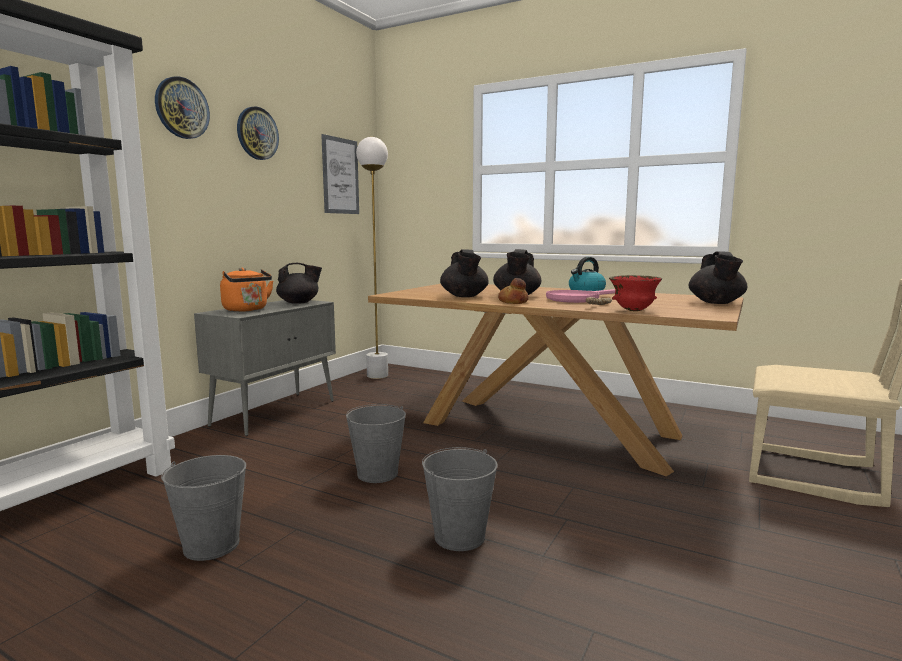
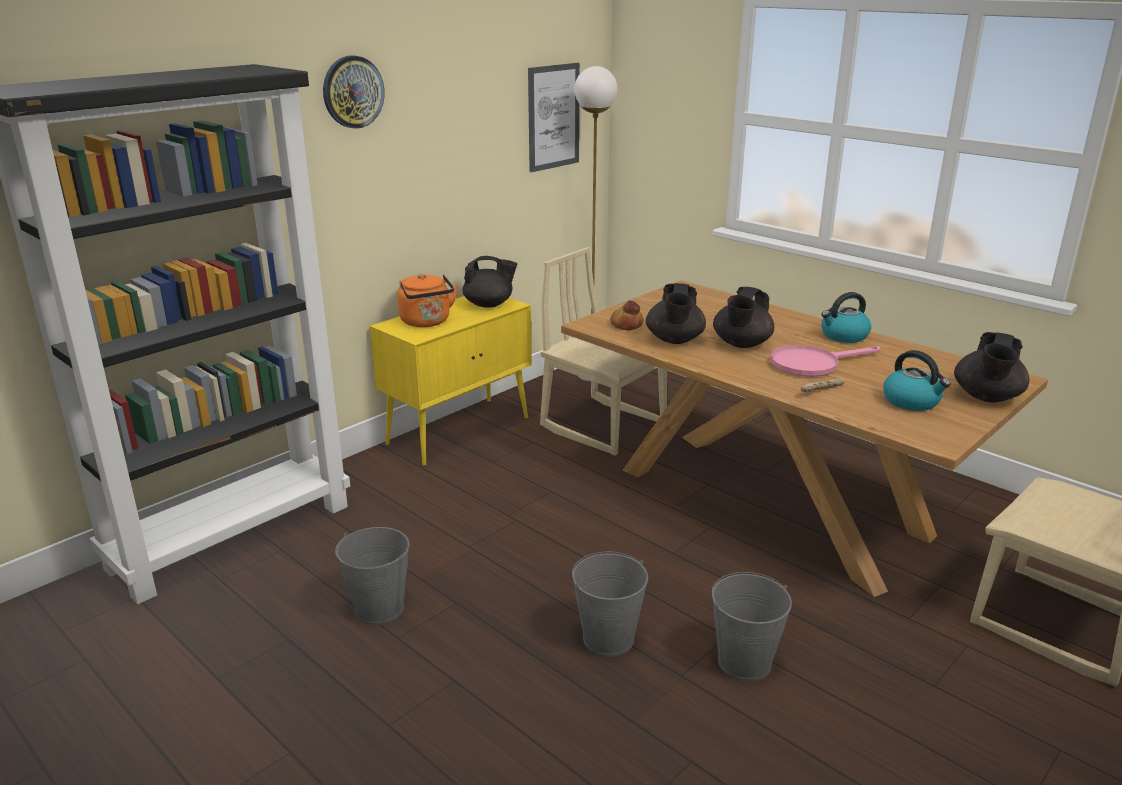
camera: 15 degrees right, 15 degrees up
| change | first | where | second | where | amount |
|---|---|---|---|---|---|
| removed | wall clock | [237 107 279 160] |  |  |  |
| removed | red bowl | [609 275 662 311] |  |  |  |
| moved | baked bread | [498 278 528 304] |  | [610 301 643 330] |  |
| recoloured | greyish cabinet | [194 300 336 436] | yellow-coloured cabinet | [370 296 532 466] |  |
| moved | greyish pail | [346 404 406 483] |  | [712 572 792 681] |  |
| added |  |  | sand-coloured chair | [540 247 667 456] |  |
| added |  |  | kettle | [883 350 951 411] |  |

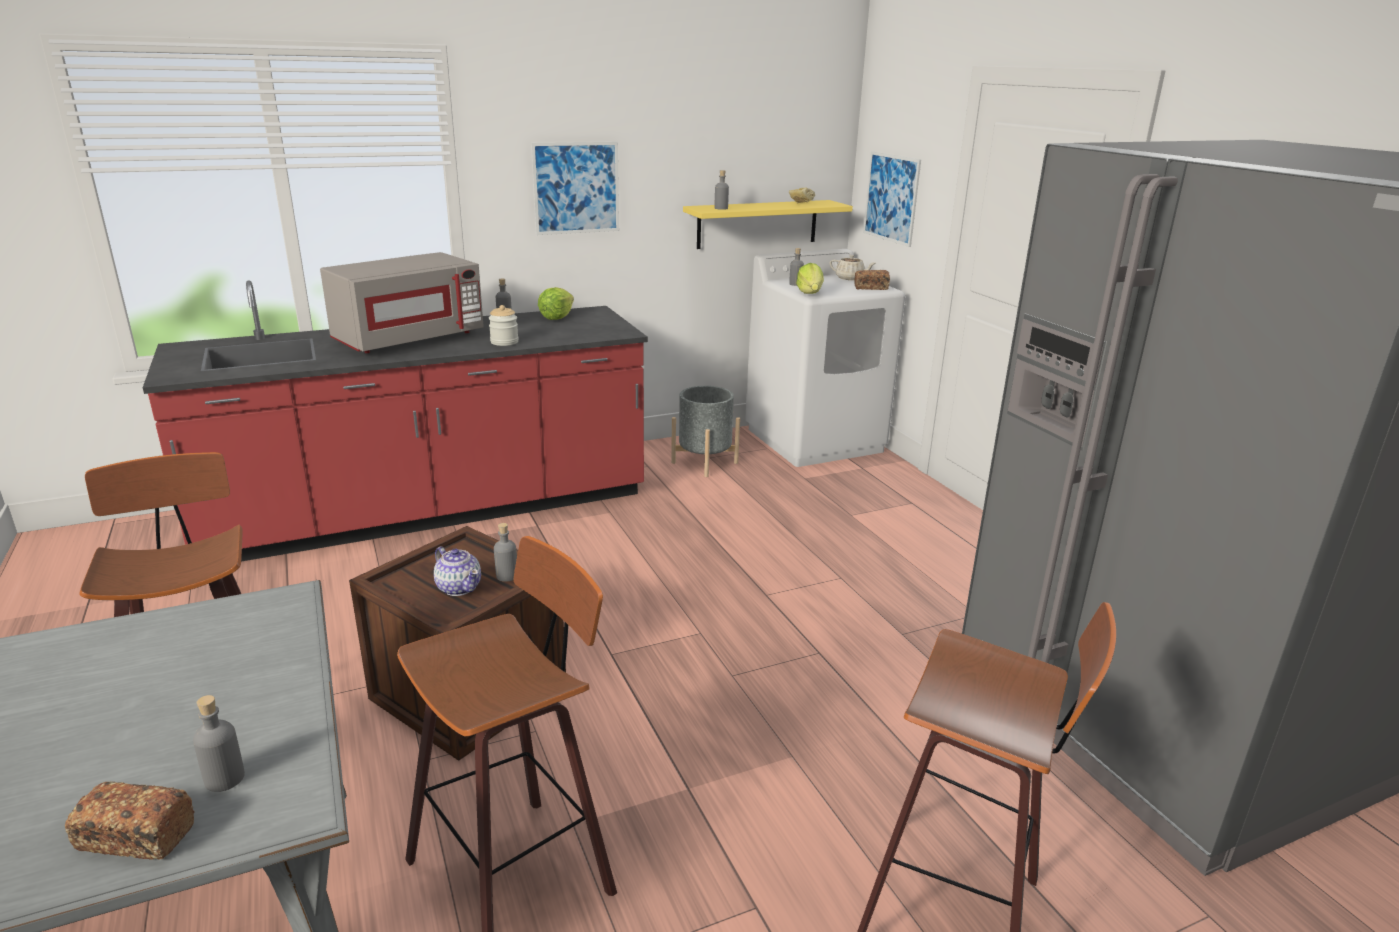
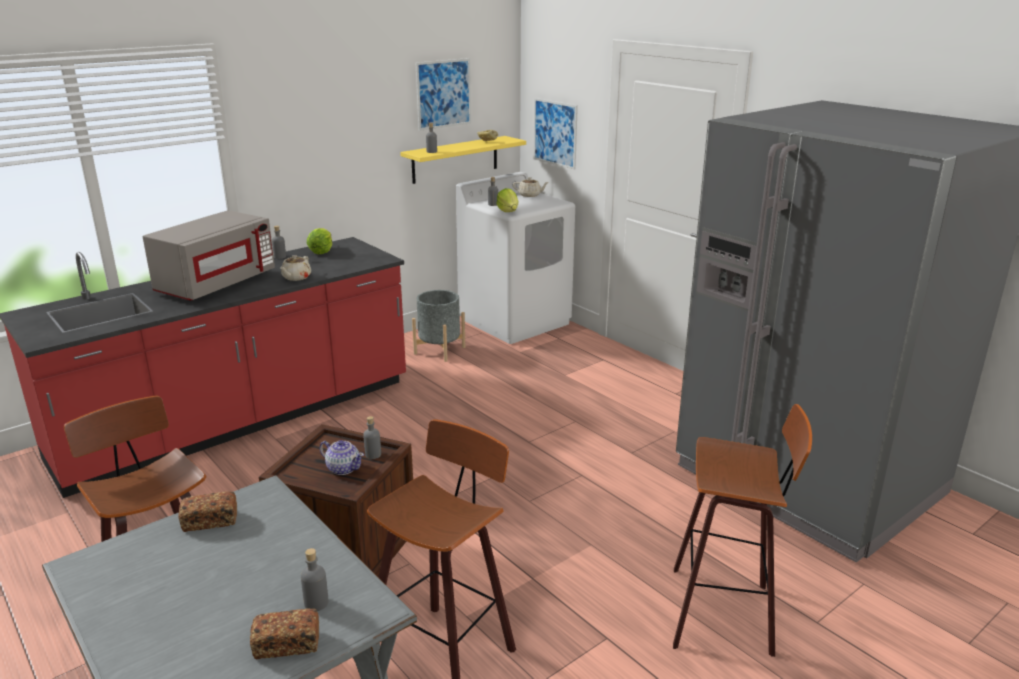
camera: 15 degrees left, 0 degrees up
| change | first | where | second | where | amount |
|---|---|---|---|---|---|
| moved | picture | [531 142 619 235] |  | [416 58 471 131] |  |
| moved | baked bread | [854 270 890 290] |  | [178 491 237 532] |  |
| replaced | storage jar | [489 305 519 346] | sand-coloured pot for tea | [281 255 311 281] |  |

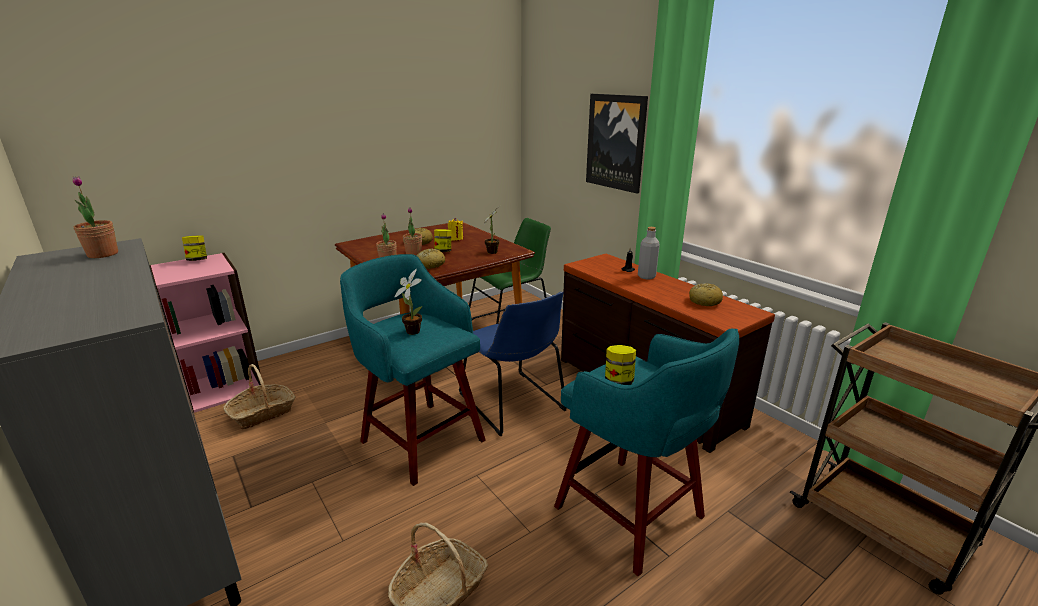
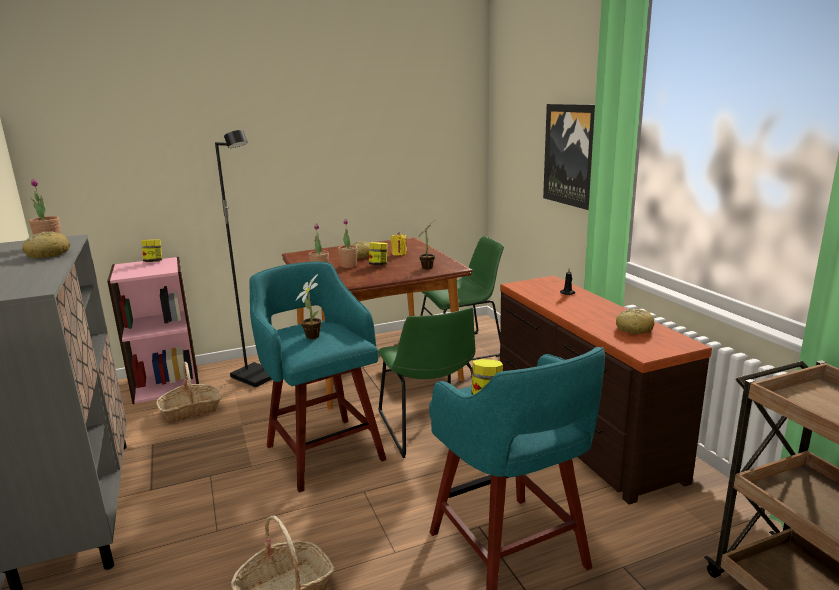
camera: 15 degrees right, 5 degrees down
| change | first | where | second | where | amount |
|---|---|---|---|---|---|
| removed | greyish drink bottle | [638 227 660 280] |  |  |  |
| moved | baked bread | [416 248 445 269] |  | [22 231 70 259] |  |
| recoloured | bluish chair | [459 291 567 437] | green chair | [378 307 476 458] |  |
| added |  |  | blackish floor lamp | [215 130 272 388] |  |

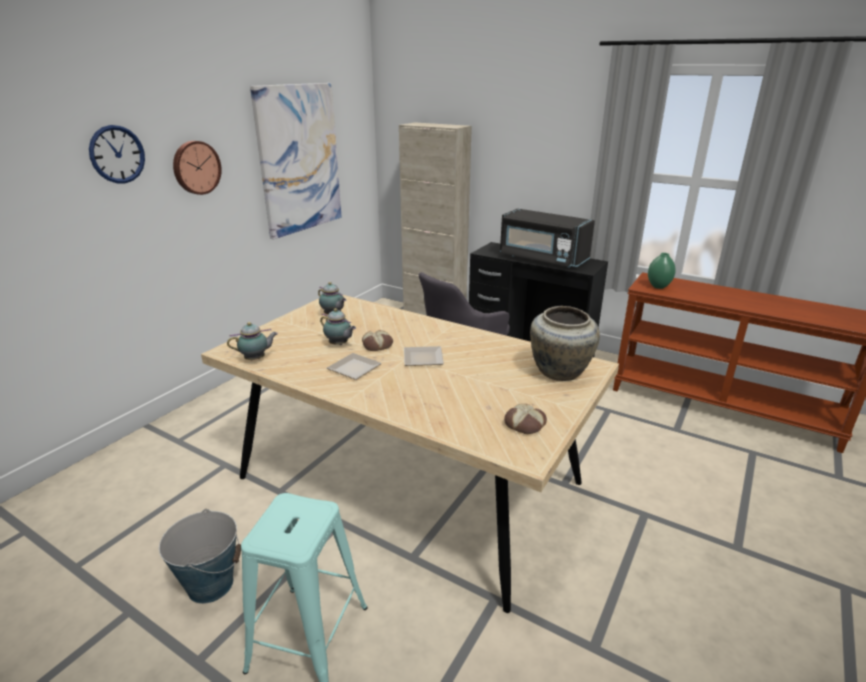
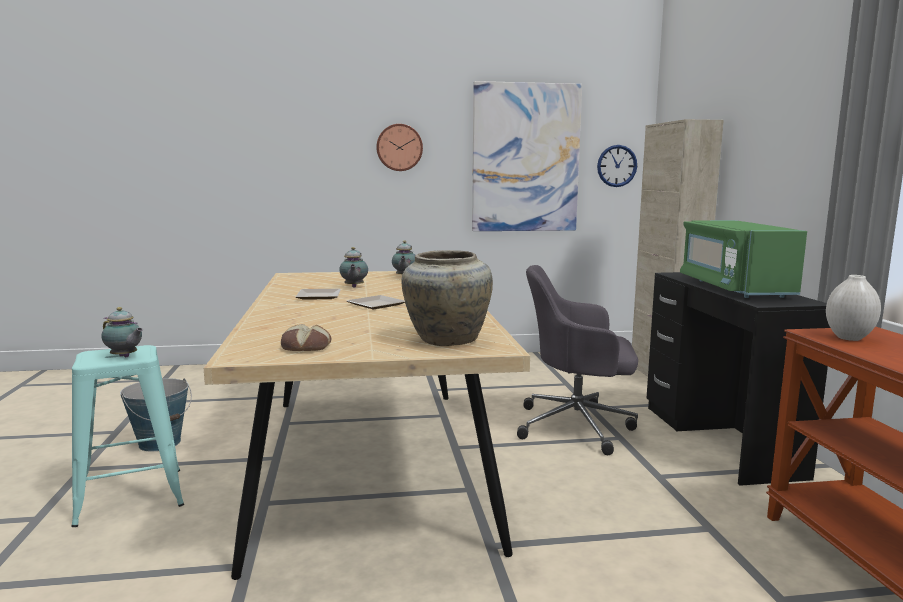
camera: 50 degrees right, 15 degrees down
| change | first | where | second | where | amount |
|---|---|---|---|---|---|
| moved | wall clock | [89 125 145 183] |  | [597 145 637 187] |  |
| recoloured | blackish microwave | [500 209 595 268] | green microwave | [680 220 807 298] |  |
| recoloured | green flower vase | [648 253 676 289] | whitish flower vase | [826 275 881 341] |  |
| moved | pot for tea | [227 322 278 360] |  | [101 307 143 357] |  |
| removed | baked bread | [362 330 393 351] |  |  |  |

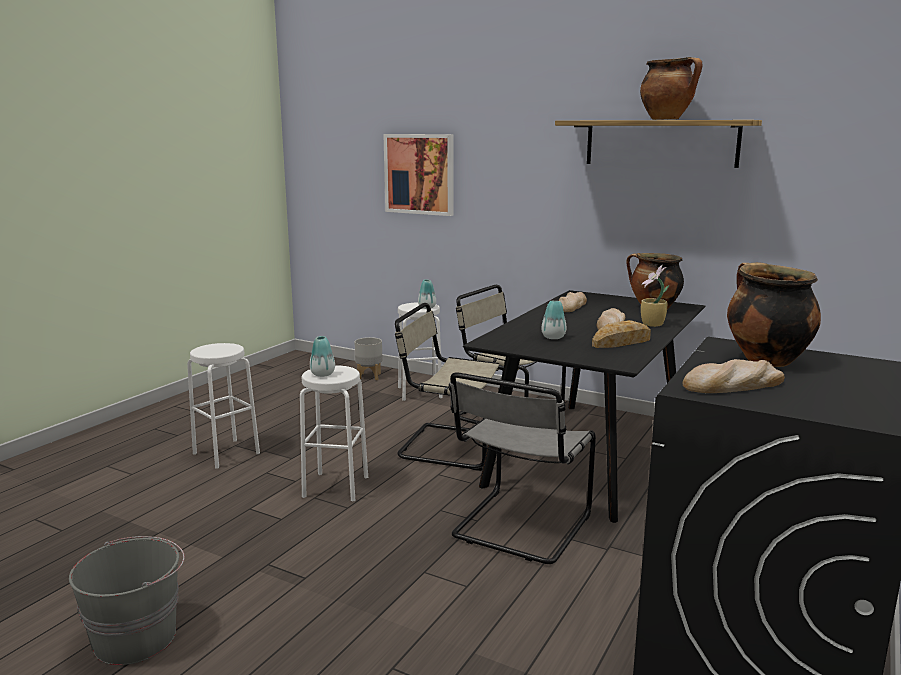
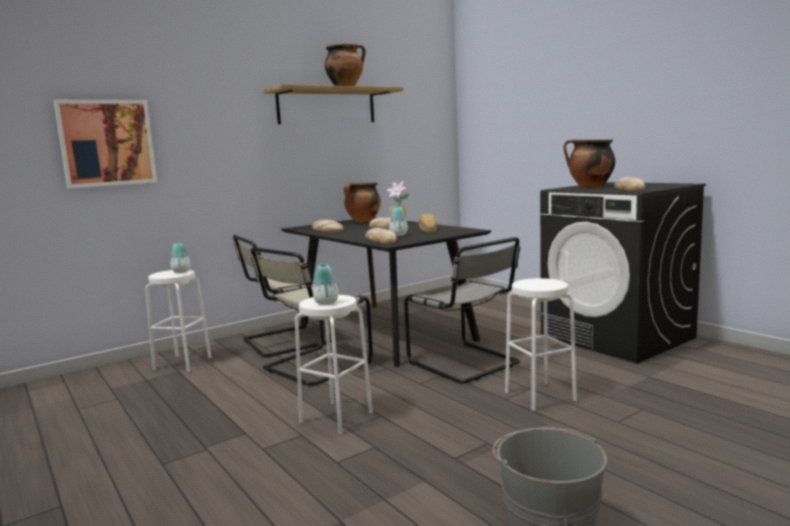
camera: 65 degrees left, 5 degrees down
| change | first | where | second | where | amount |
|---|---|---|---|---|---|
| removed | greyish planter | [354 337 382 380] |  |  |  |
| moved | whitish sitting stool | [187 343 260 468] |  | [505 278 577 411] |  |
| added |  |  | baked bread | [365 228 397 244] |  |

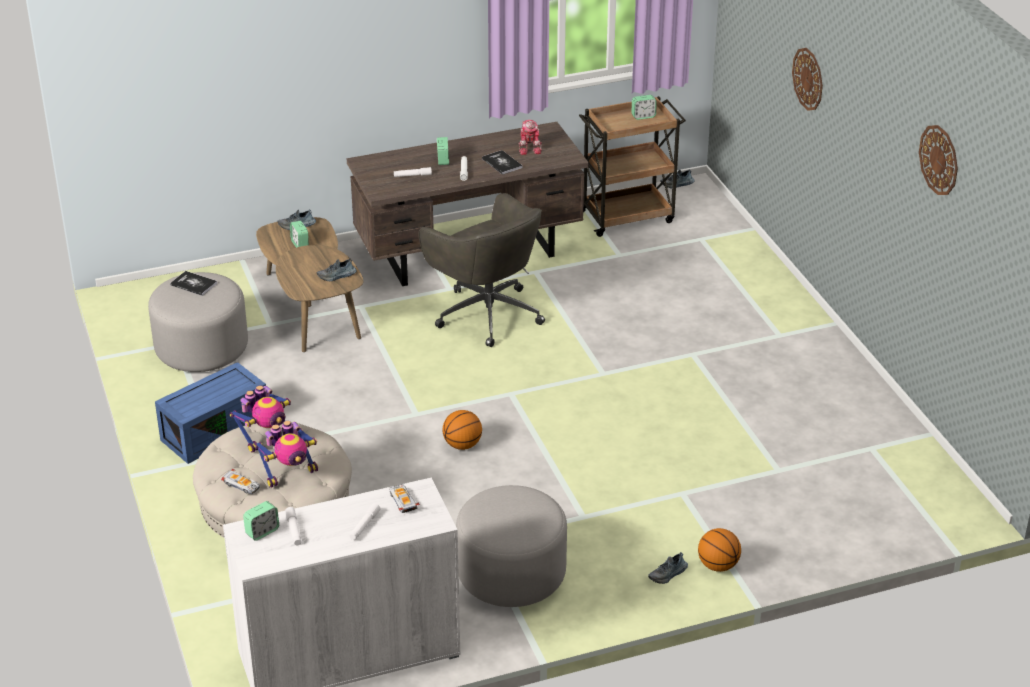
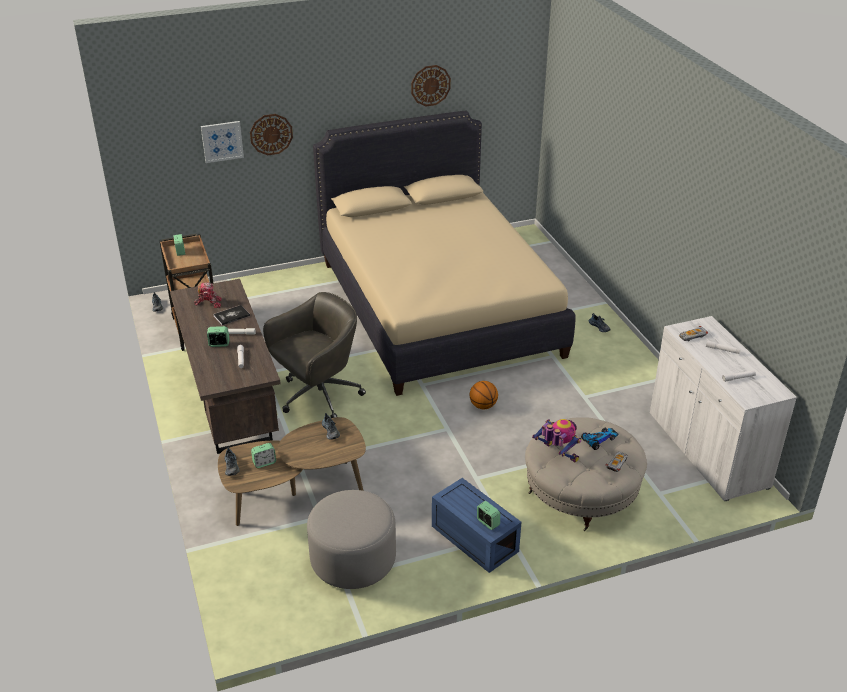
camera: 90 degrees left, 0 degrees up
| change | first | where | second | where | amount |
|---|---|---|---|---|---|
| removed | bound book | [170 271 217 296] |  |  |  |
| replaced | model robot | [254 421 318 488] | model car | [581 427 619 450] |  |
| removed | greyish footrest | [456 485 567 607] |  |  |  |
| moved | alarm clock | [243 501 279 541] |  | [477 501 500 530] |  |
| removed | basketball | [698 528 741 572] |  |  |  |
| added |  |  | sand-coloured bed | [313 110 576 396] |  |
| added |  |  | picture | [201 121 244 163] |  |

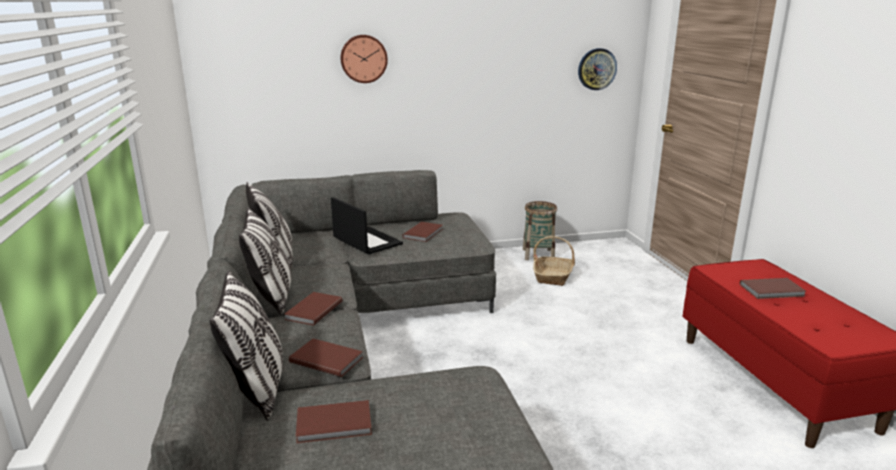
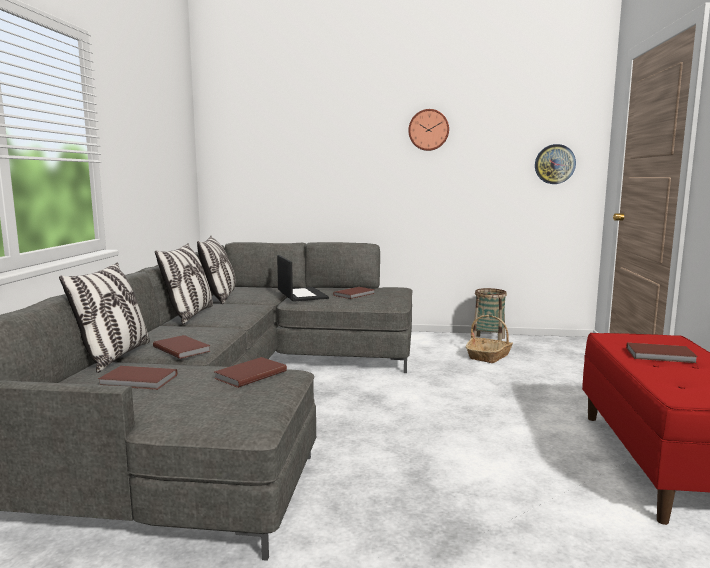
camera: 20 degrees right, 10 degrees down
| change | first | where | second | where | amount |
|---|---|---|---|---|---|
| moved | wall clock | [340 35 388 83] |  | [408 109 449 151] |  |
| moved | brown-coloured bound book | [284 292 343 326] |  | [214 357 287 388] |  |

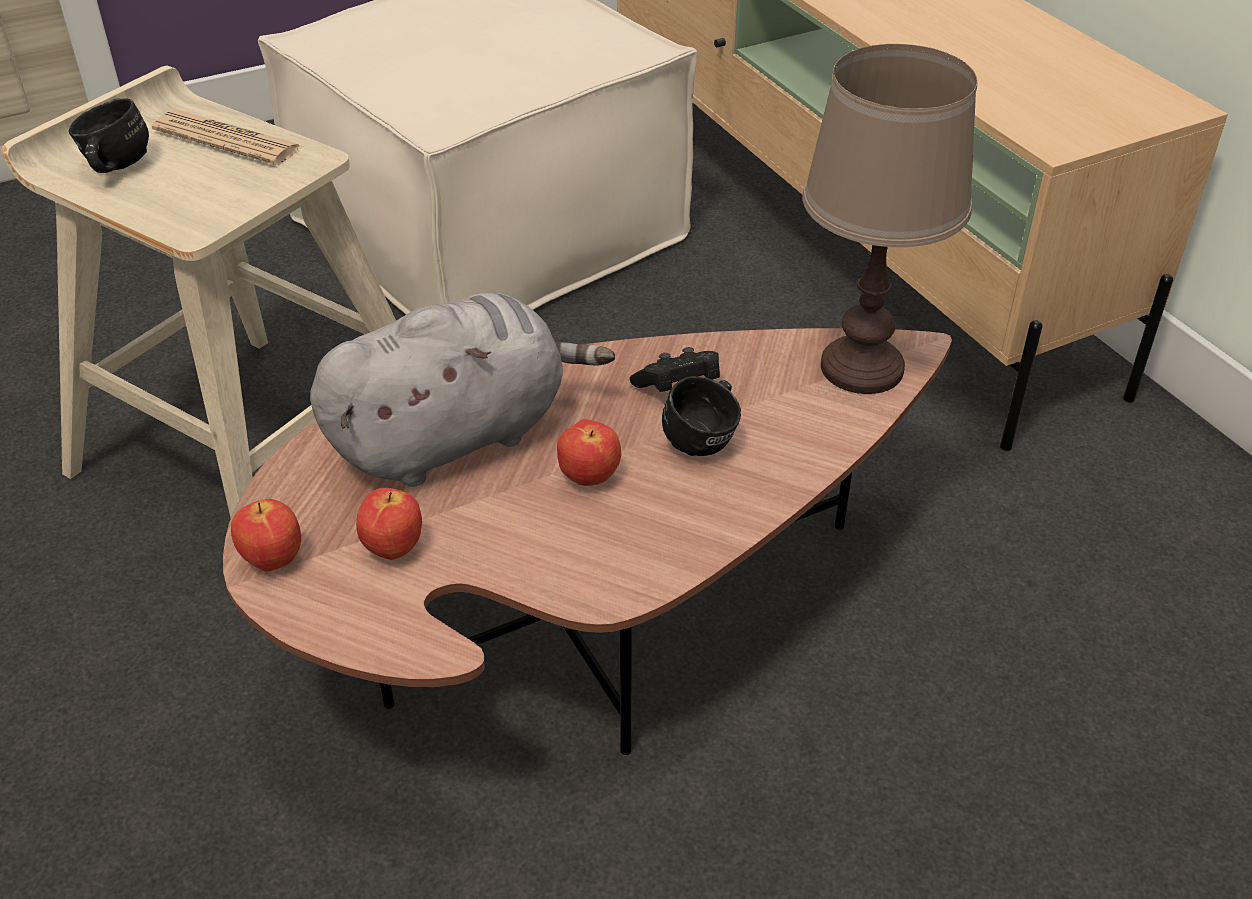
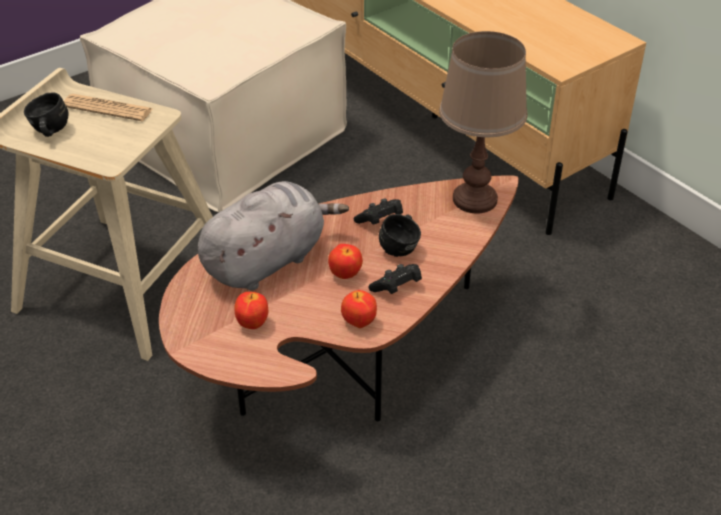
camera: 10 degrees left, 0 degrees up
| change | first | where | second | where | amount |
|---|---|---|---|---|---|
| moved | whole apple | [231 499 301 572] |  | [341 290 377 328] |  |
| added |  |  | blackish gamepad | [368 264 422 294] |  |

